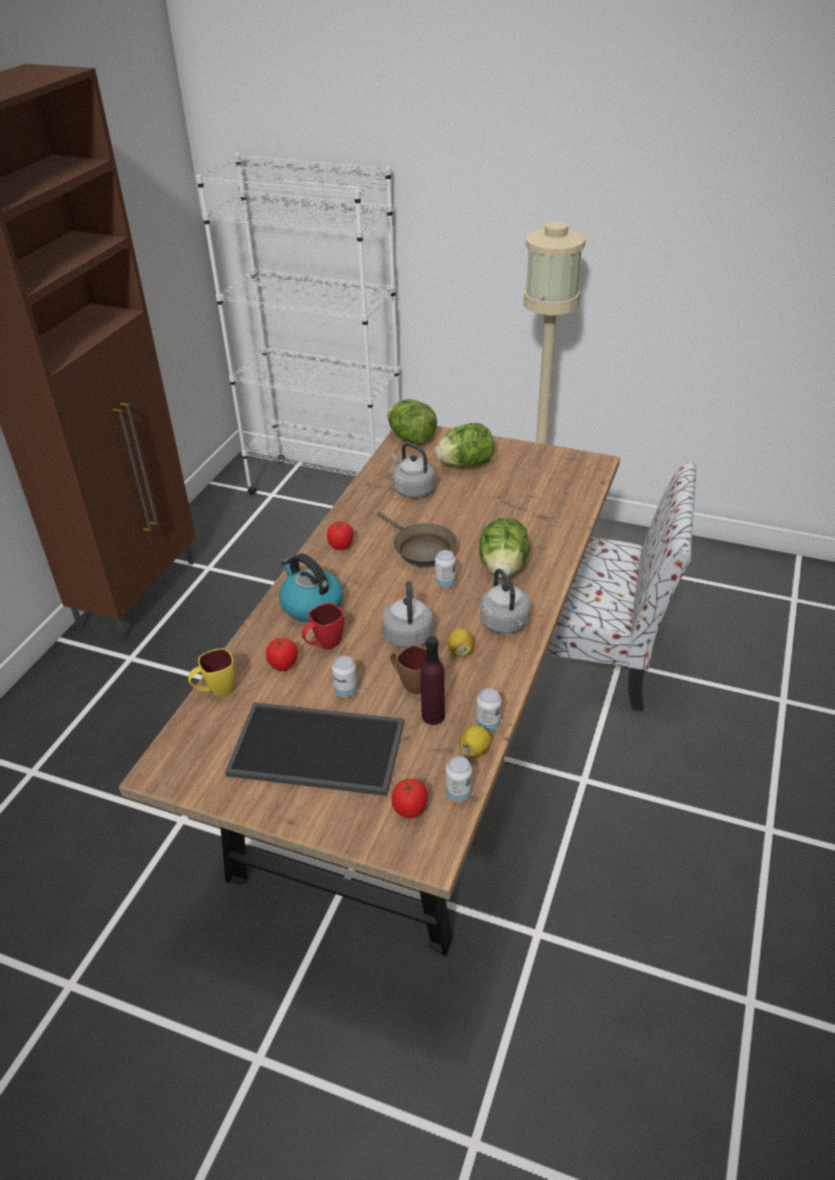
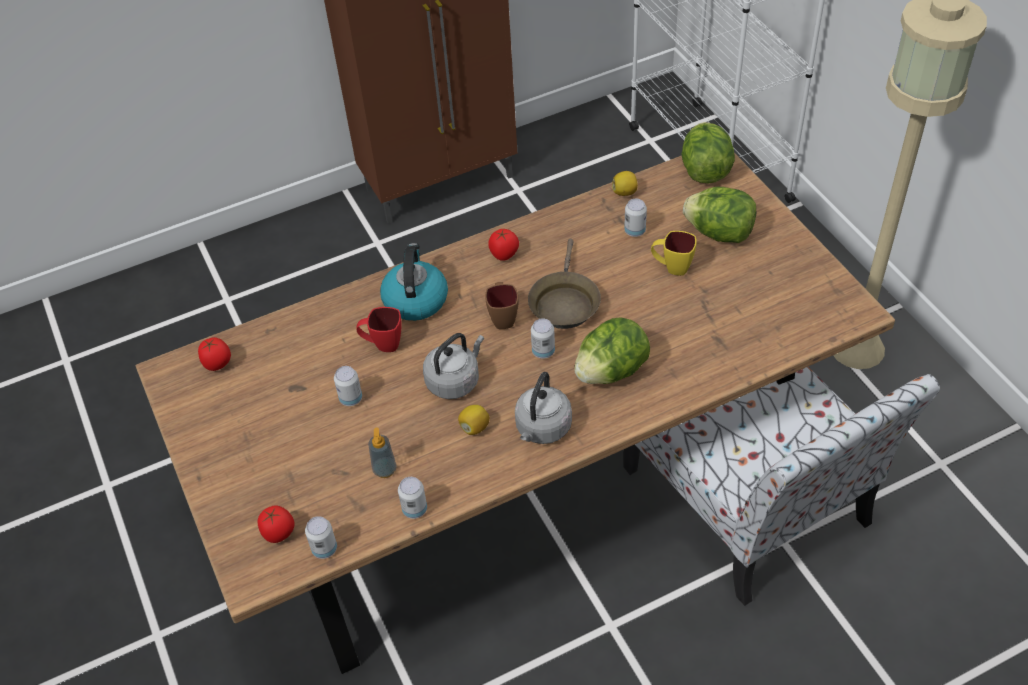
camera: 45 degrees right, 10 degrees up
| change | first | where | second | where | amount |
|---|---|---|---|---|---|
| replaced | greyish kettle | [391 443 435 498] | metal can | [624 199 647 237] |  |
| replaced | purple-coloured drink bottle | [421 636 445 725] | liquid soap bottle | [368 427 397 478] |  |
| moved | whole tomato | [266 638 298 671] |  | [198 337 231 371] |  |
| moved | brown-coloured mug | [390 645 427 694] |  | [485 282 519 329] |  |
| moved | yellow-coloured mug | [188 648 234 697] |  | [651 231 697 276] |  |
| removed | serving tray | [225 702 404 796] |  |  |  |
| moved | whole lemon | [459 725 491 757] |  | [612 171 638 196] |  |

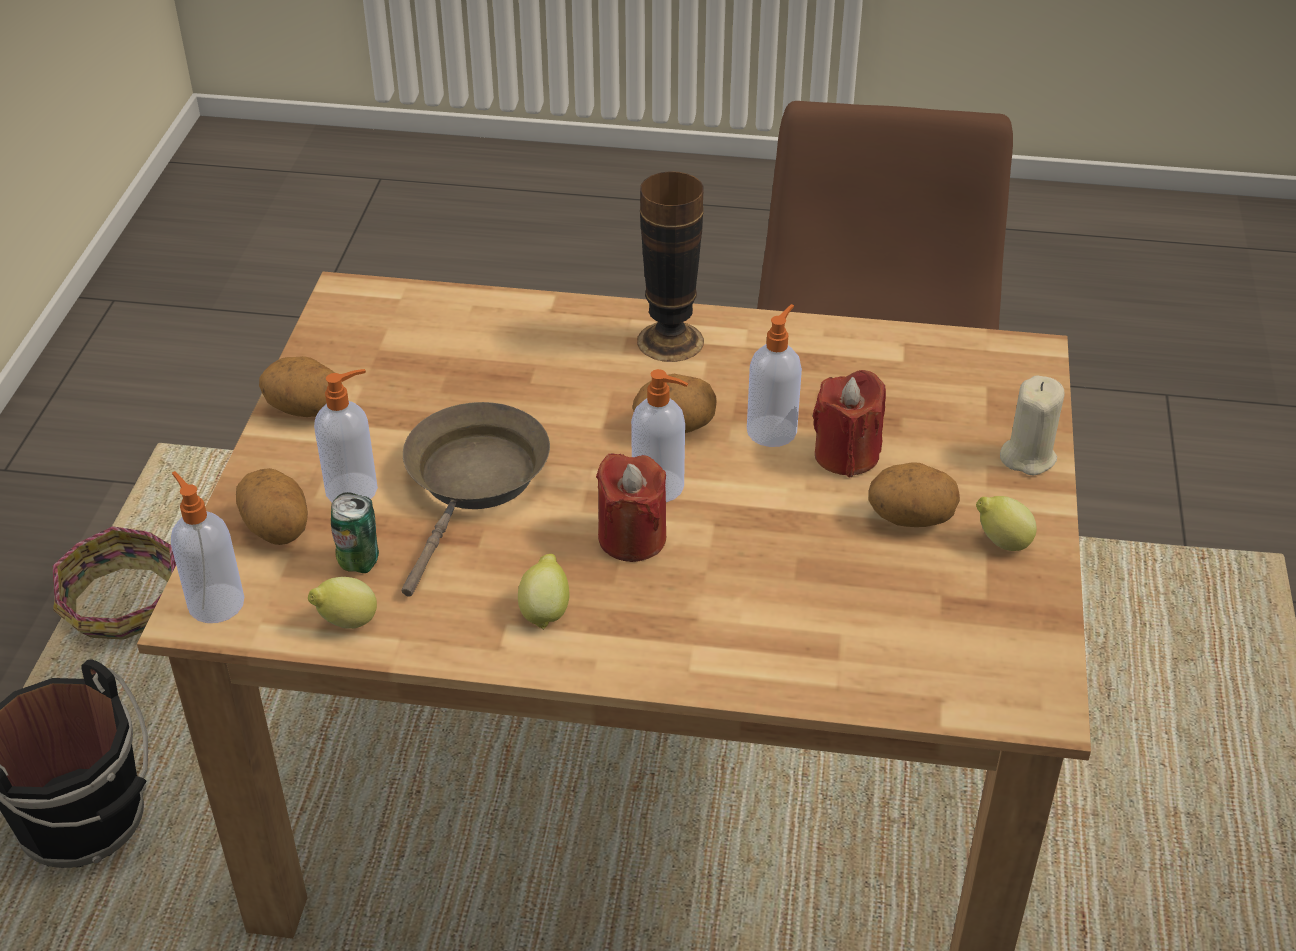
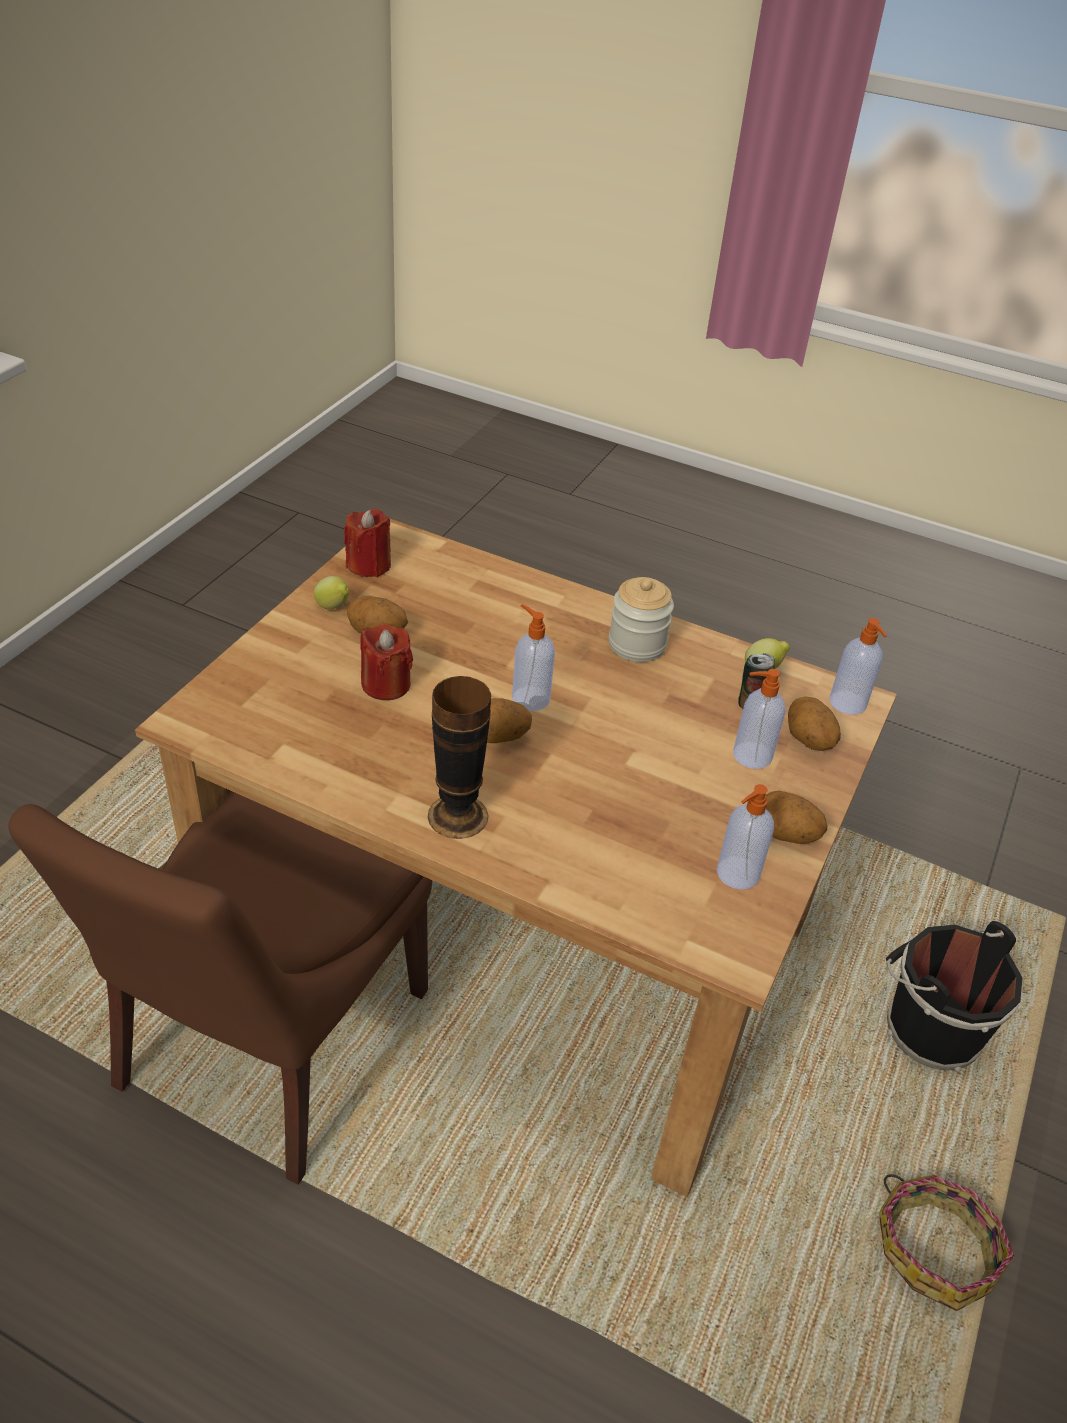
camera: 165 degrees left, 0 degrees up
| change | first | where | second | where | amount |
|---|---|---|---|---|---|
| moved | liquid soap bottle | [747 304 802 447] |  | [717 784 774 890] |  |
| removed | sand-coloured wax candle | [1000 375 1065 475] |  |  |  |
| removed | brown-coloured pan | [401 402 550 597] |  |  |  |
| moved | red wax candle | [596 453 666 562] |  | [344 509 391 577] |  |
| replaced | whole lemon | [518 554 569 630] | storage jar | [609 577 674 662] |  |

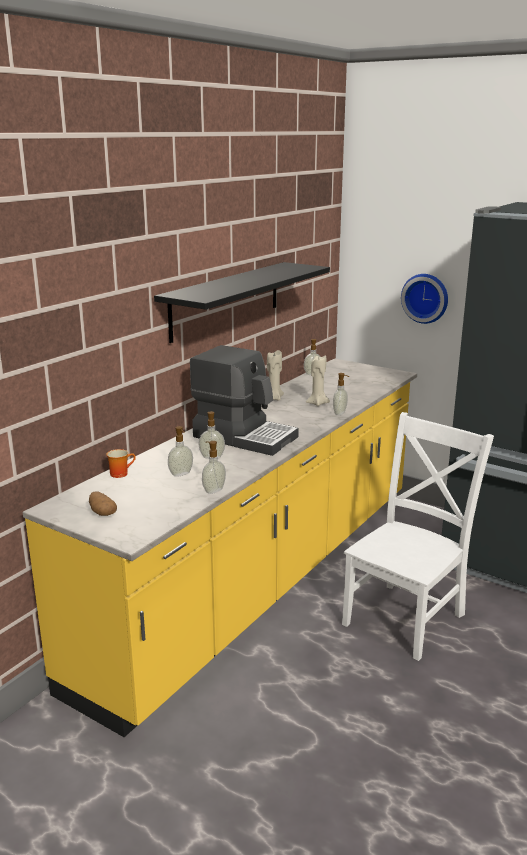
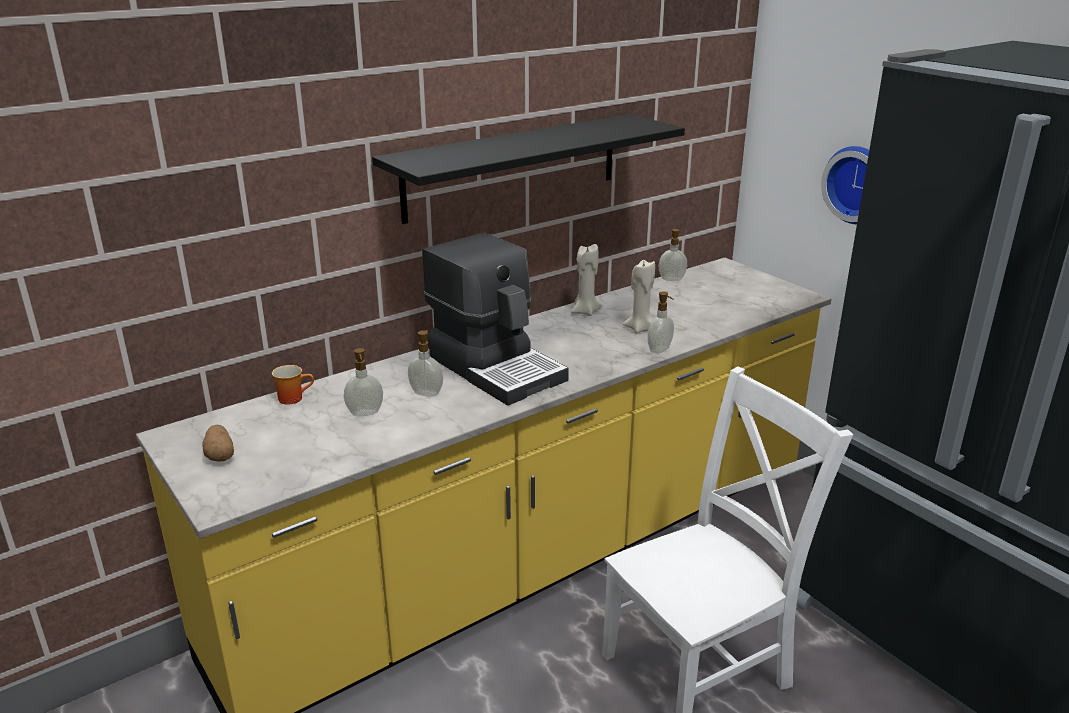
camera: 20 degrees right, 5 degrees up
| change | first | where | second | where | amount |
|---|---|---|---|---|---|
| removed | liquid soap bottle | [202 441 226 494] |  |  |  |

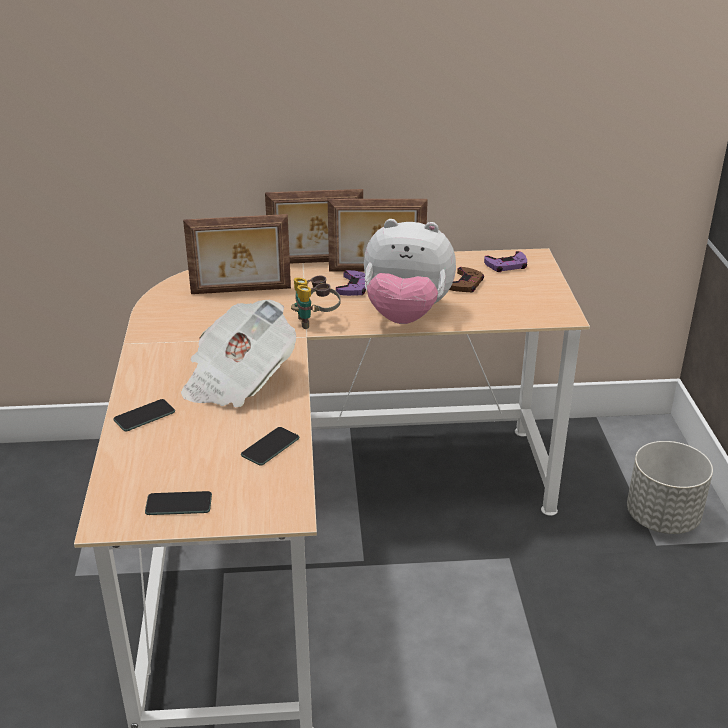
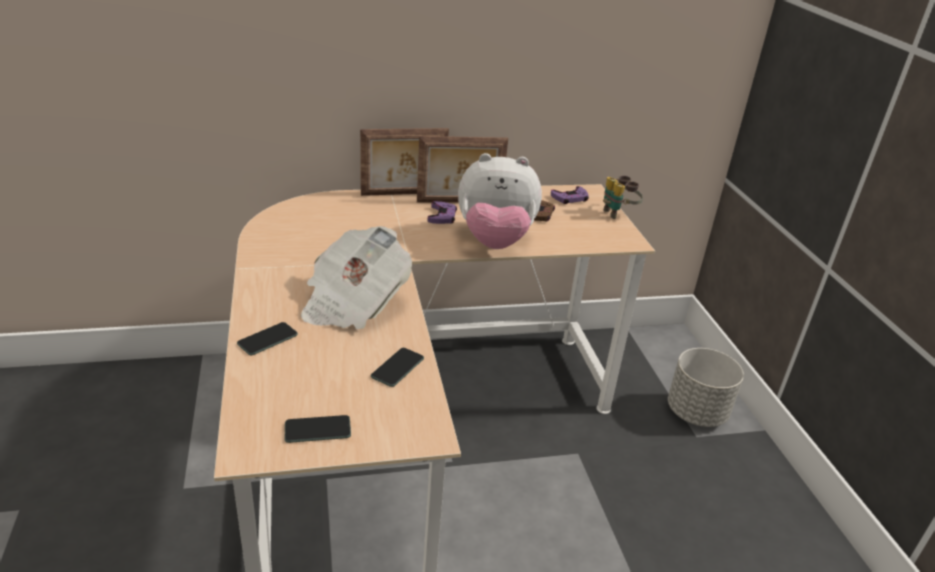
camera: 10 degrees left, 0 degrees up
| change | first | where | second | where | amount |
|---|---|---|---|---|---|
| removed | photo frame | [183 214 291 294] |  |  |  |
| moved | pair of binoculars | [291 276 340 329] |  | [603 176 643 219] |  |

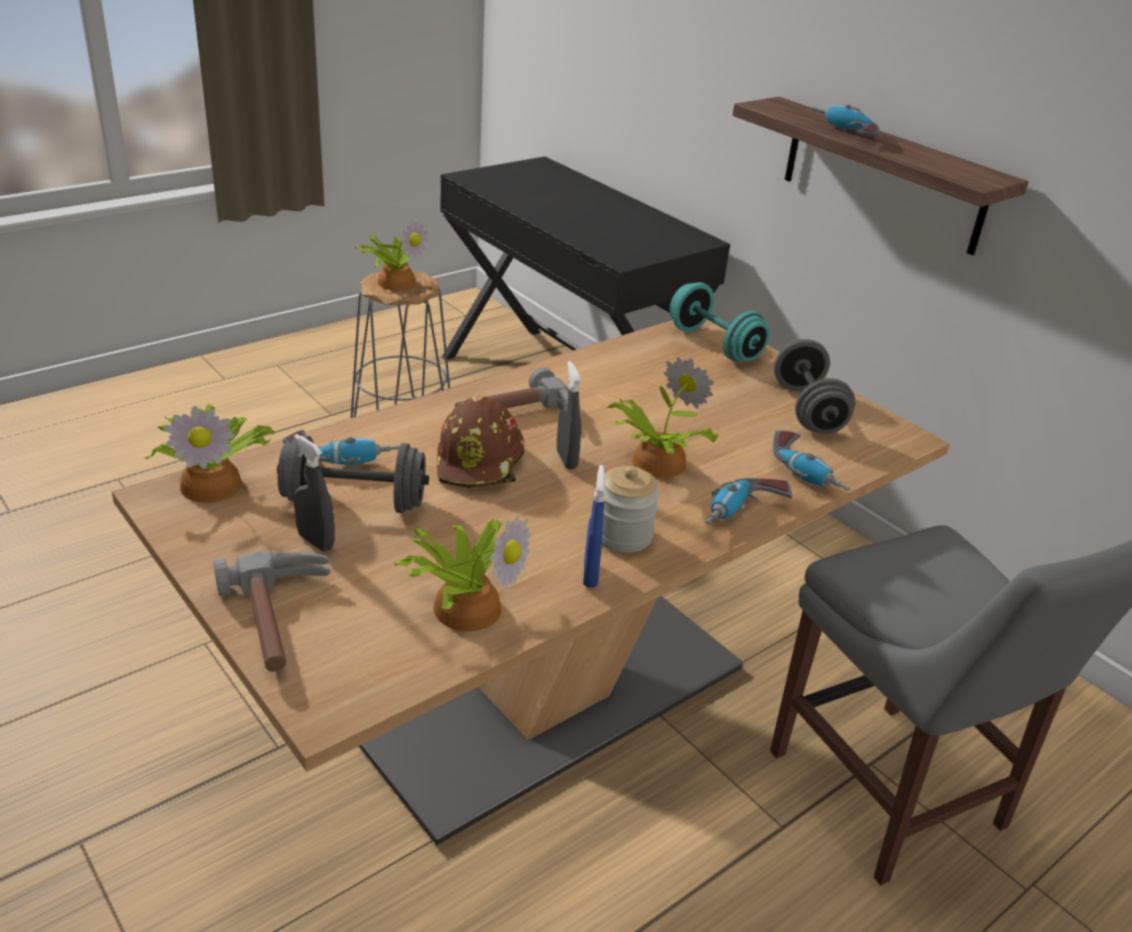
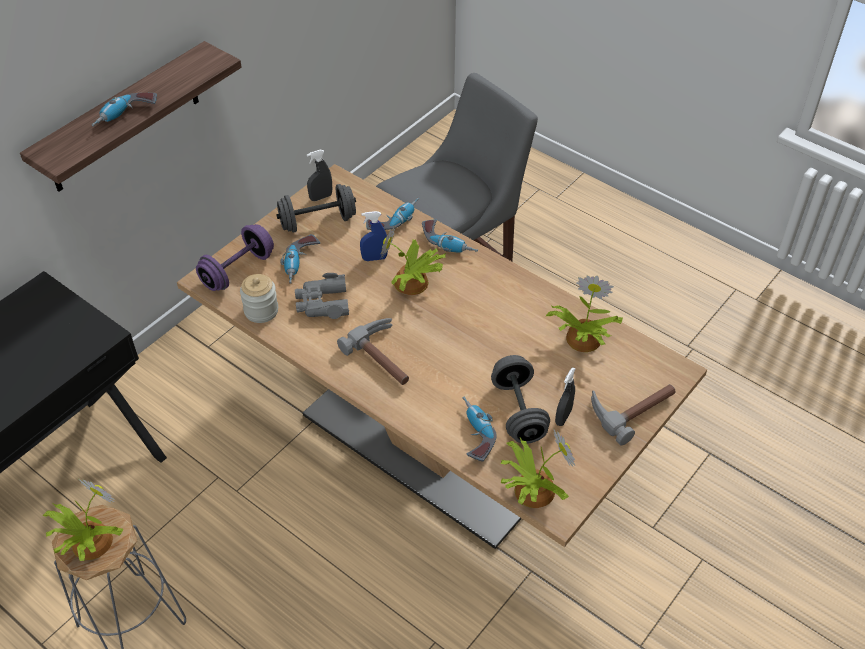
camera: 100 degrees left, 15 degrees up
| change | first | where | second | where | amount |
|---|---|---|---|---|---|
| recoloured | blue-green dumbbell | [670 282 770 362] | purple-coloured dumbbell | [196 224 274 291] |  |
| moved | greyish sprayer | [557 361 581 469] |  | [307 150 332 201] |  |
| removed | brown-coloured hard hat | [437 396 524 488] |  |  |  |
| moved | bluish sprayer | [583 465 605 588] |  | [360 211 388 261] |  |
| moved | storage jar | [602 466 660 553] |  | [240 274 278 323] |  |
| added |  |  | drill | [280 234 320 284] |  |
| added |  |  | greyish pair of binoculars | [295 273 349 319] |  |

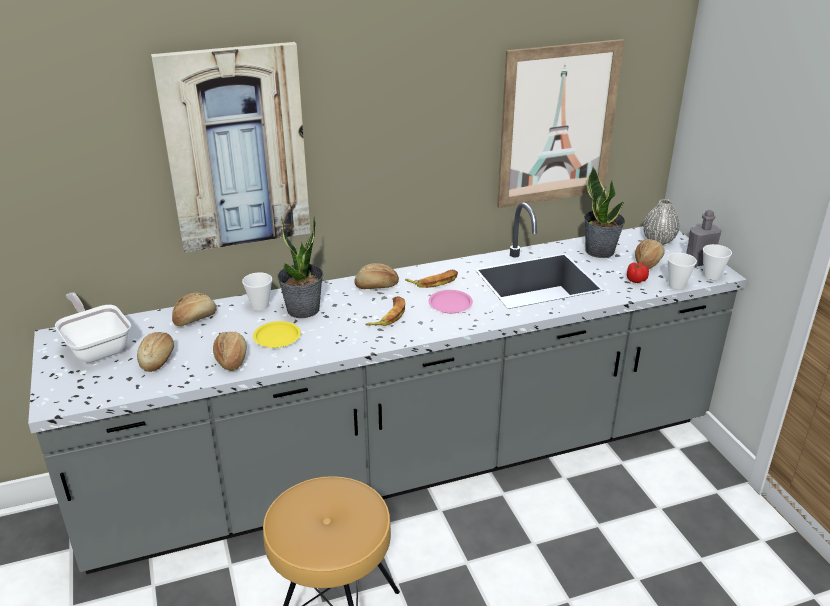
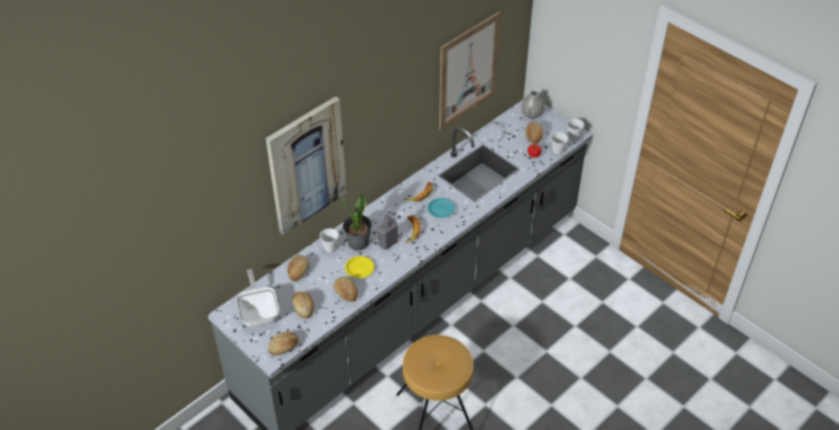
camera: 25 degrees left, 15 degrees up
| change | first | where | second | where | amount |
|---|---|---|---|---|---|
| removed | potted plant | [584 167 625 258] |  |  |  |
| moved | greyish drink bottle | [686 210 721 267] |  | [377 215 398 250] |  |
| moved | baked bread | [354 263 399 289] |  | [268 332 299 355] |  |
| recoloured | pink flat dish | [428 290 473 313] | blue-green flat dish | [427 198 455 218] |  |
| turned | pan | [55 292 131 363] |  | [236 269 279 327] | 45 degrees clockwise |

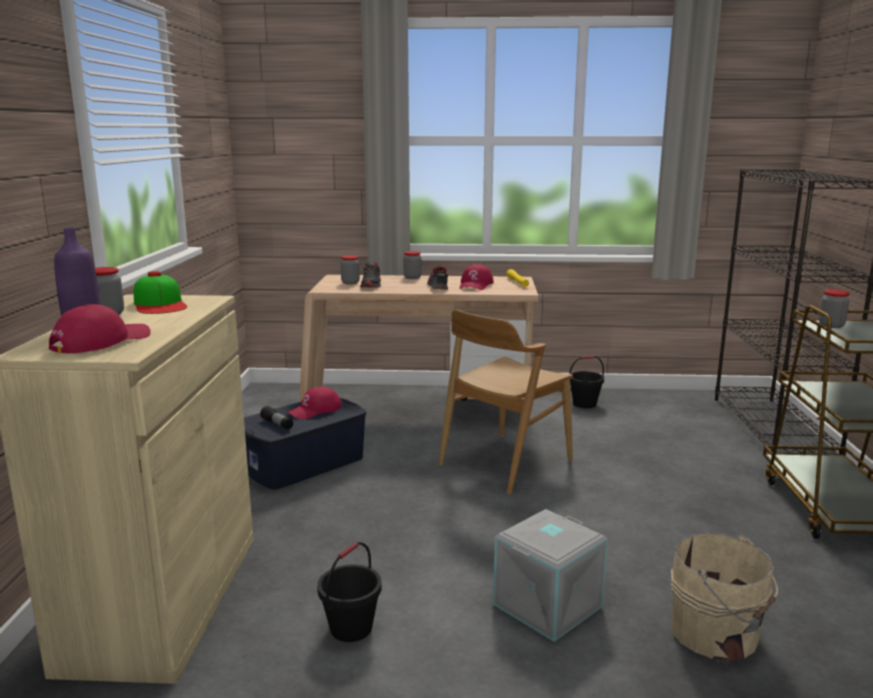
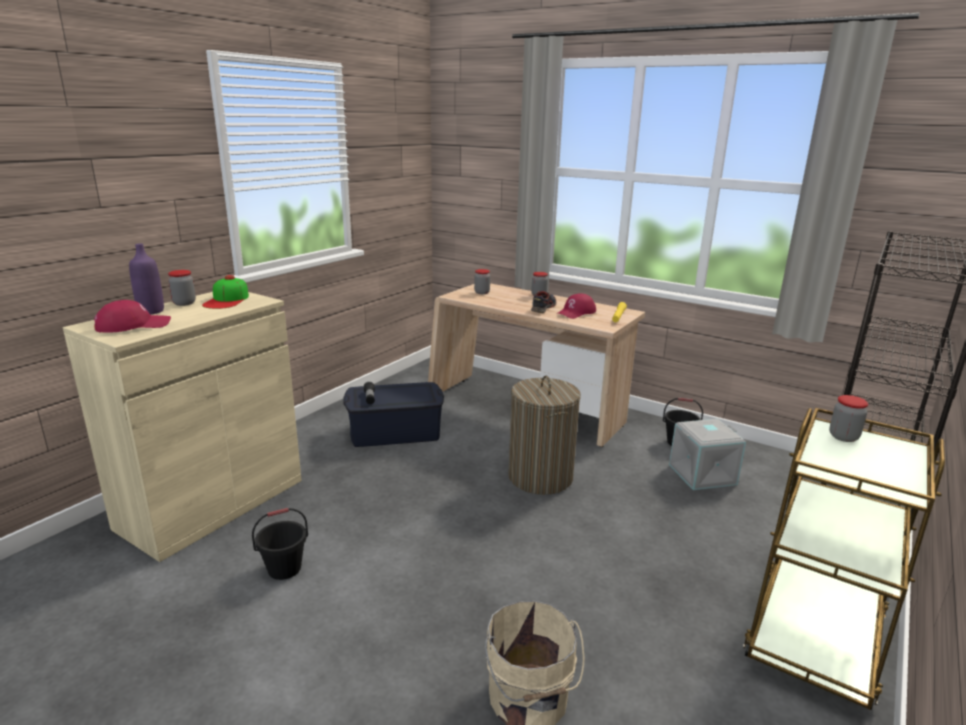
camera: 30 degrees right, 5 degrees up
| change | first | where | second | where | amount |
|---|---|---|---|---|---|
| removed | shoe | [360 262 381 288] |  |  |  |
| replaced | brown-coloured chair | [439 309 573 494] | laundry basket | [508 376 581 495] |  |
| removed | red baseball cap | [287 387 342 420] |  |  |  |
| moved | greyish storage container | [493 509 608 642] |  | [669 419 746 490] |  |

